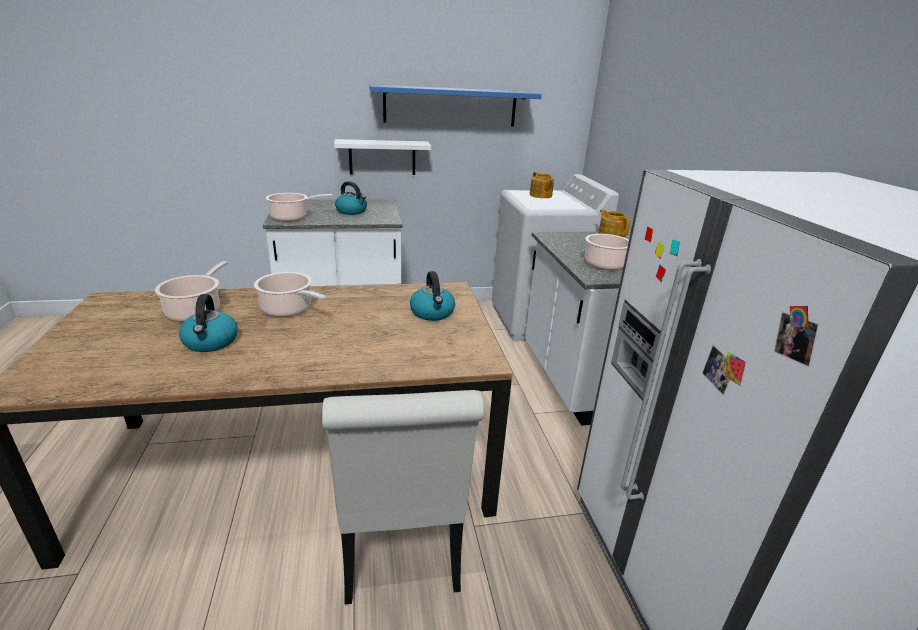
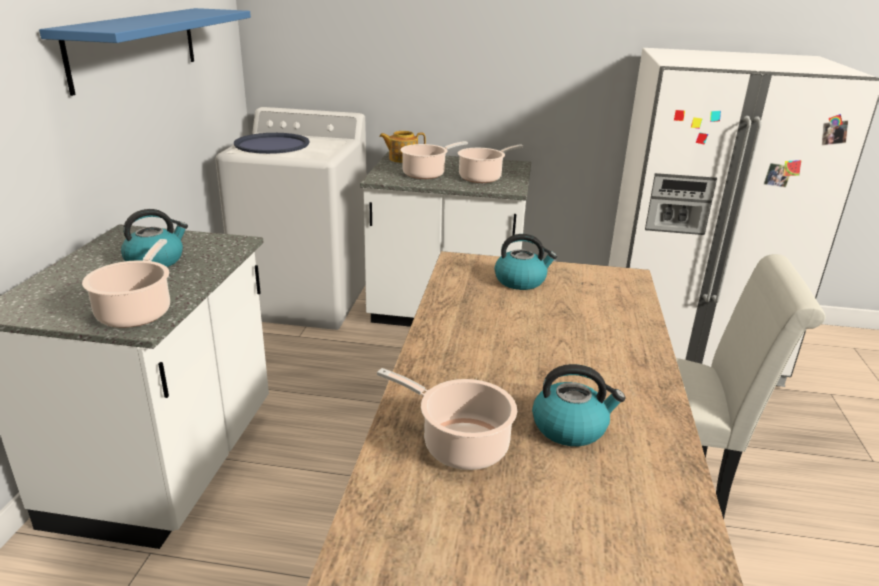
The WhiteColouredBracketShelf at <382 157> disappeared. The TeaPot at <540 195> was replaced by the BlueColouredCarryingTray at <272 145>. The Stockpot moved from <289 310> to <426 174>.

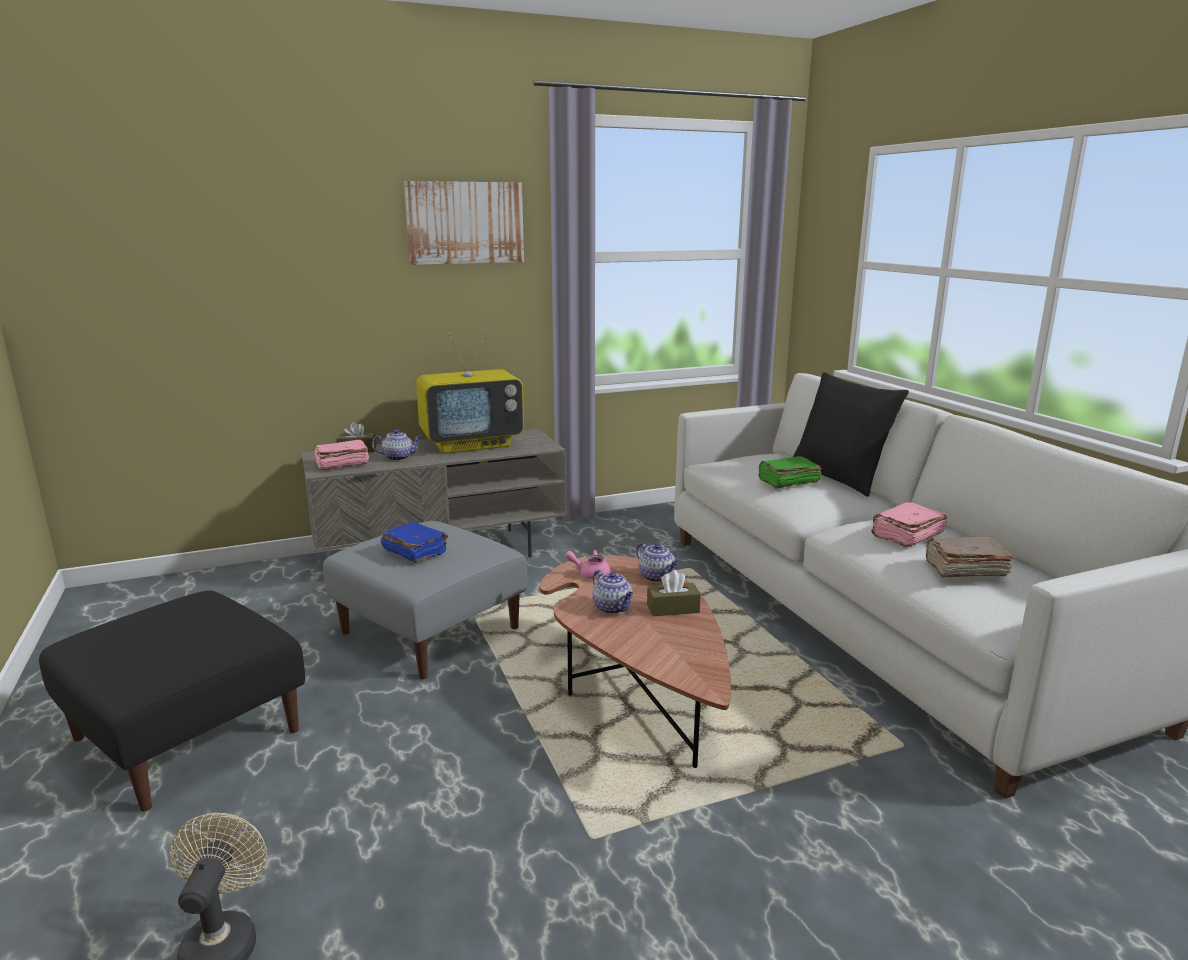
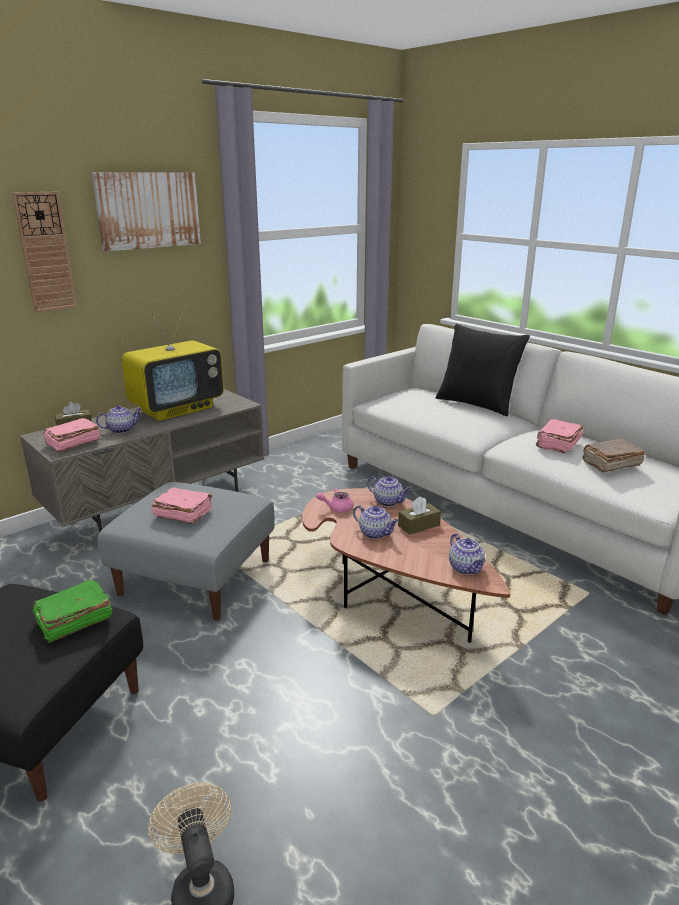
The GreenColouredBoundBook moved from <787 482> to <73 621>. The BlueColouredBoundBook at <415 552> became the PinkBoundBook at <182 514>. The WallClock at <45 252> appeared. The TeaPot at <466 568> appeared.

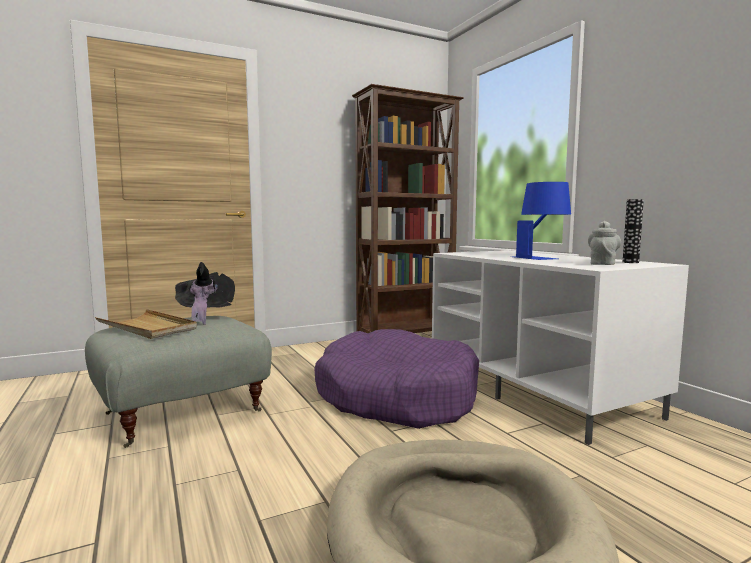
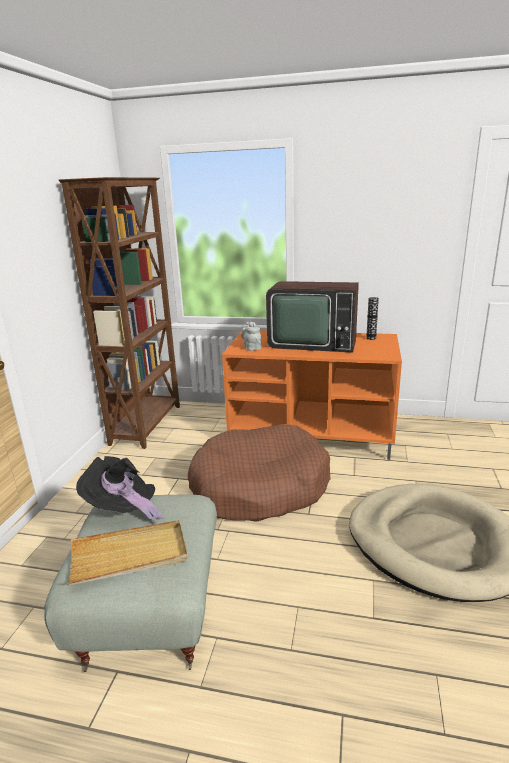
The BlueColouredTableLamp at <541 257> was replaced by the TvSet at <312 343>. The GrayTeaPot moved from <602 264> to <251 347>. The WhiteColouredMediaConsole at <537 390> became the OrangeyMediaConsole at <313 434>. The PurpleColouredDogCushion at <396 397> became the BrownColouredDogCushion at <259 487>.

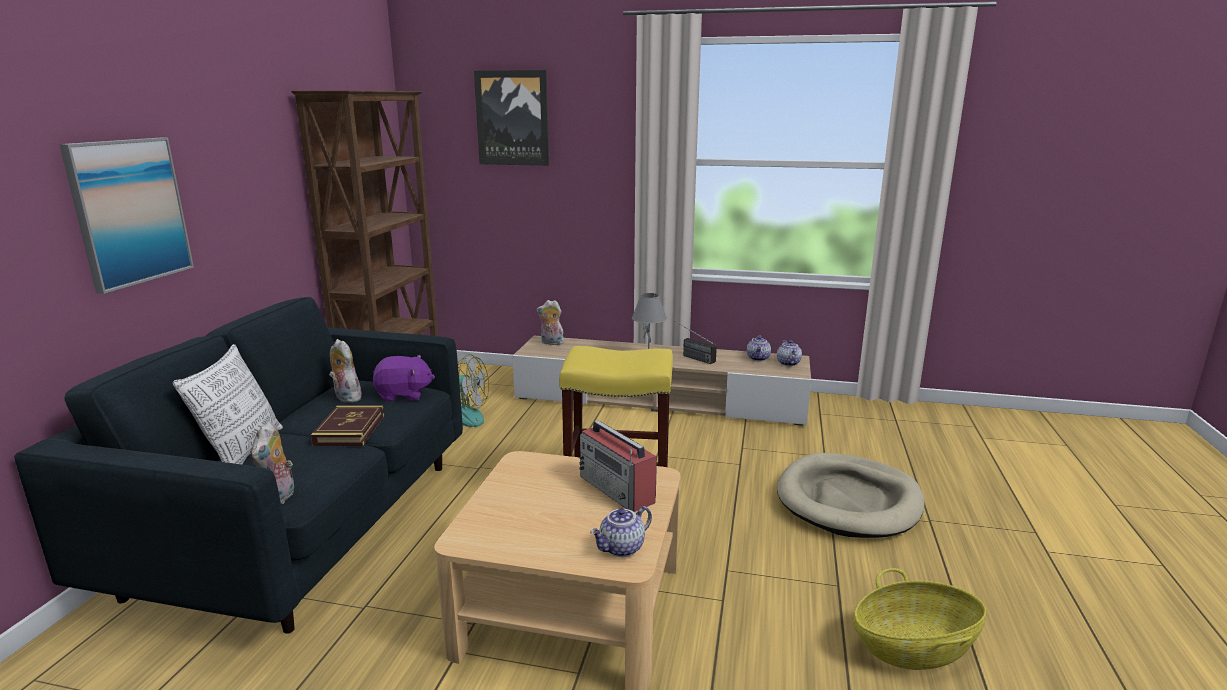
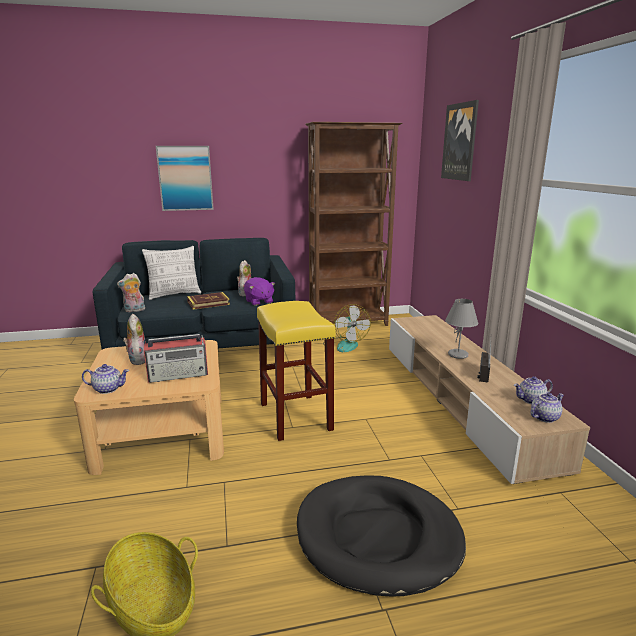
The CuddlyToy moved from <551 343> to <137 360>. The RadioReceiver at <617 489> turned 135 degrees counterclockwise. The SandColouredDogCushion at <849 500> became the BlackDogCushion at <378 537>. The TeaPot at <622 549> turned 150 degrees clockwise.

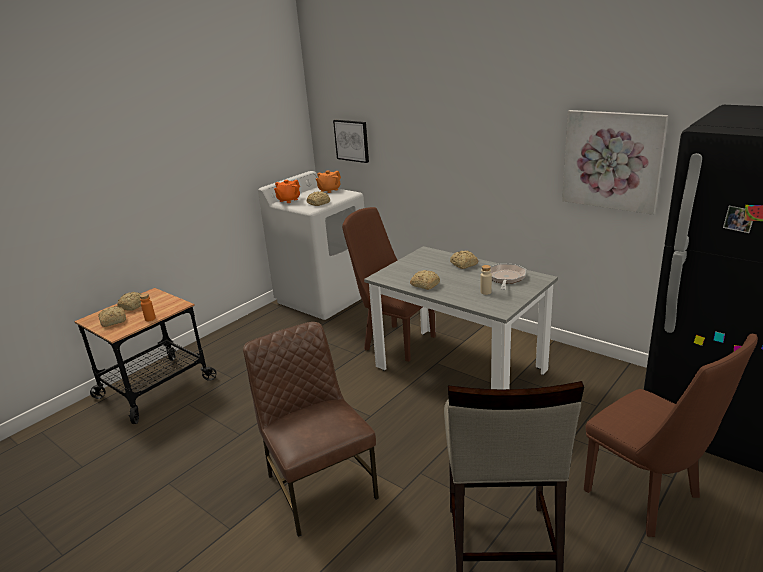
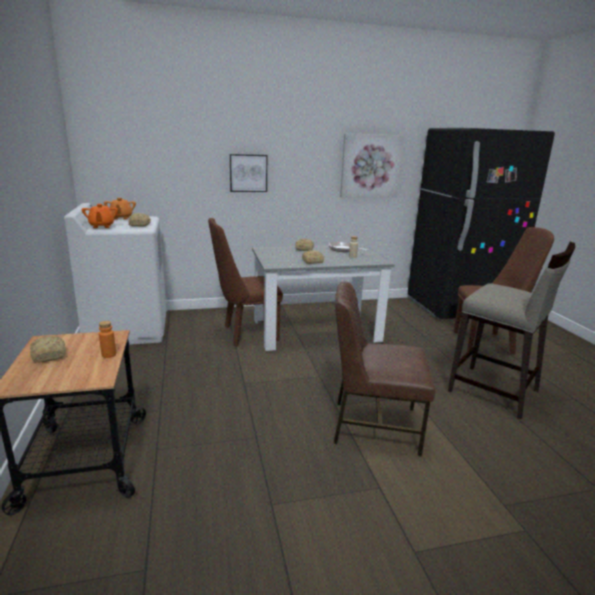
The WallPicture moved from <352 140> to <248 173>. The BakedBread at <112 321> disappeared.

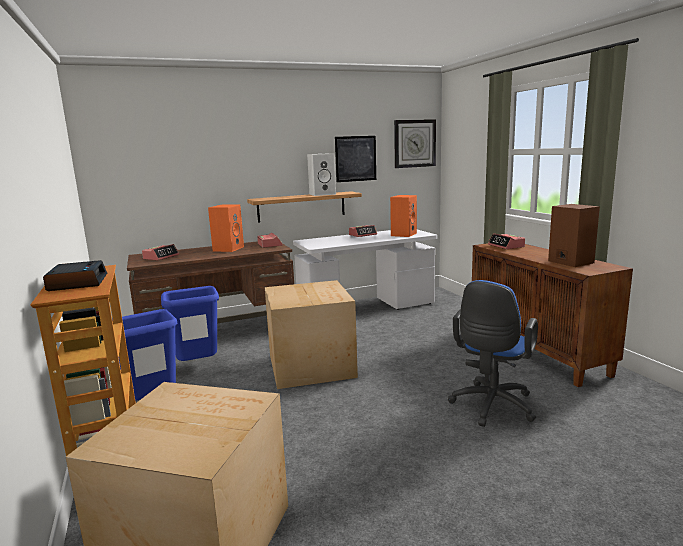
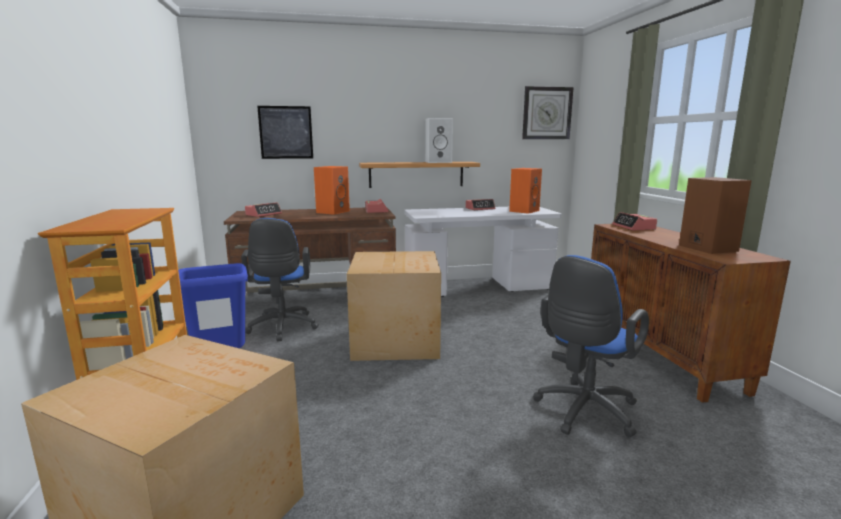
The WallPicture moved from <355 158> to <286 132>. The AlarmClock at <77 282> disappeared. The BlueColouredWasteBin at <197 366> was replaced by the BlueColouredOfficeChair at <282 328>.

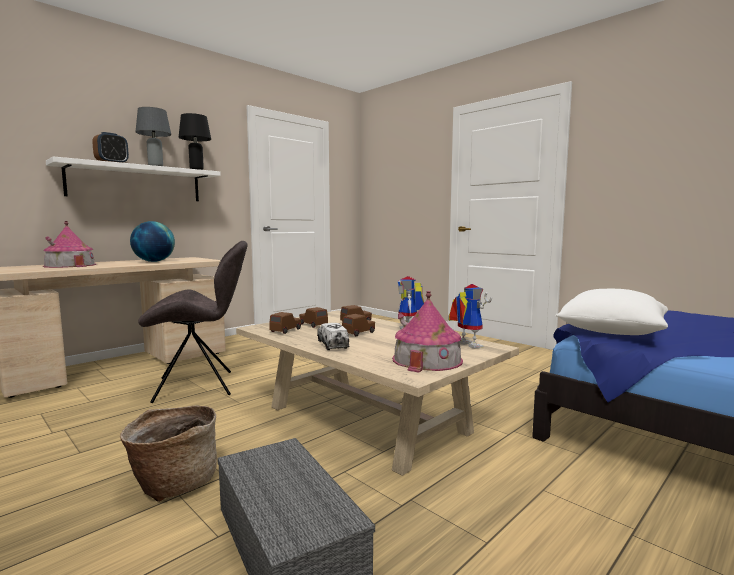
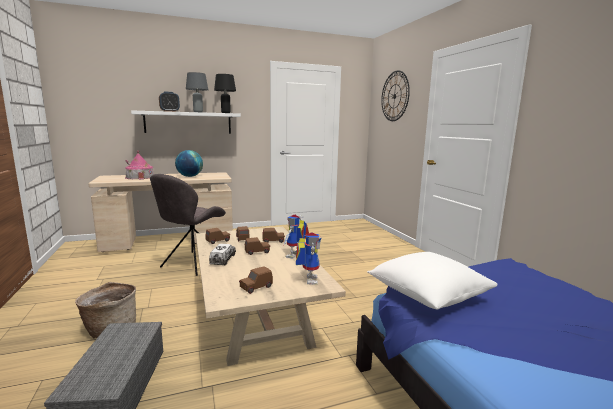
The GrayUprightChair at <198 386> turned 105 degrees clockwise. The ToyHouse at <427 359> was replaced by the BrownColouredModelCar at <256 287>. The WallClock at <394 96> appeared.

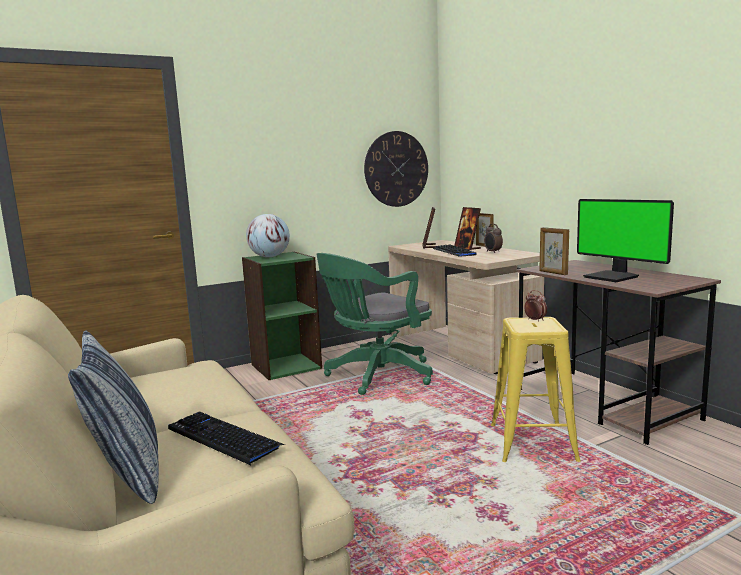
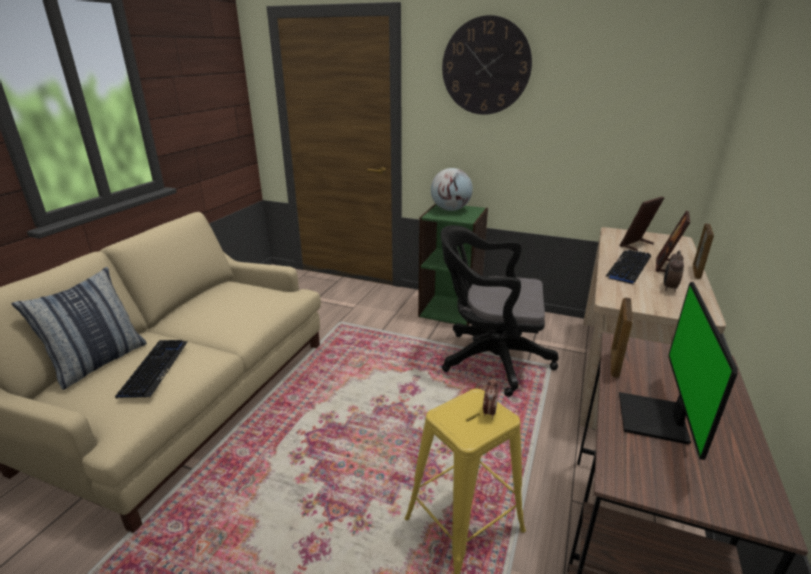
The WallClock moved from <396 169> to <486 66>. The GreenColouredOfficeChair at <376 376> became the BlackOfficeChair at <489 359>.

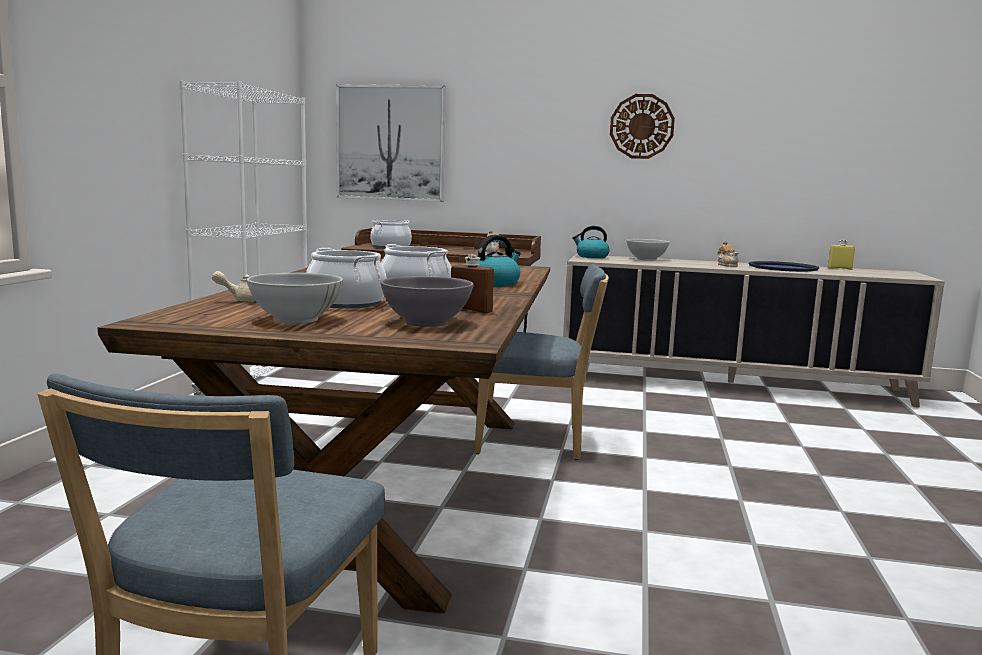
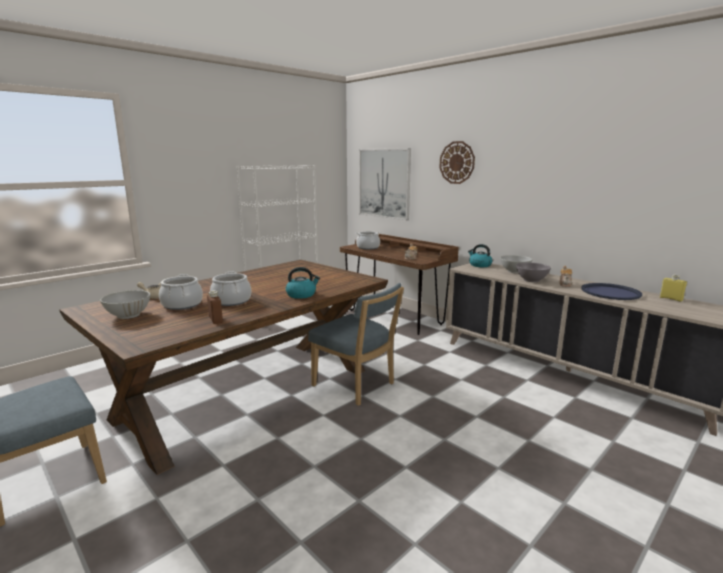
The WallClock moved from <641 126> to <457 162>. The GrayDeepDish moved from <425 322> to <531 280>.

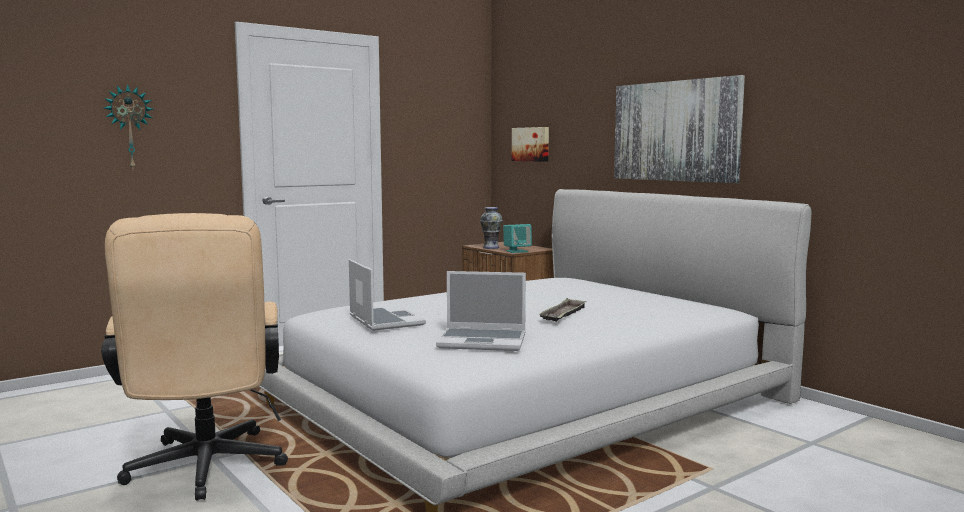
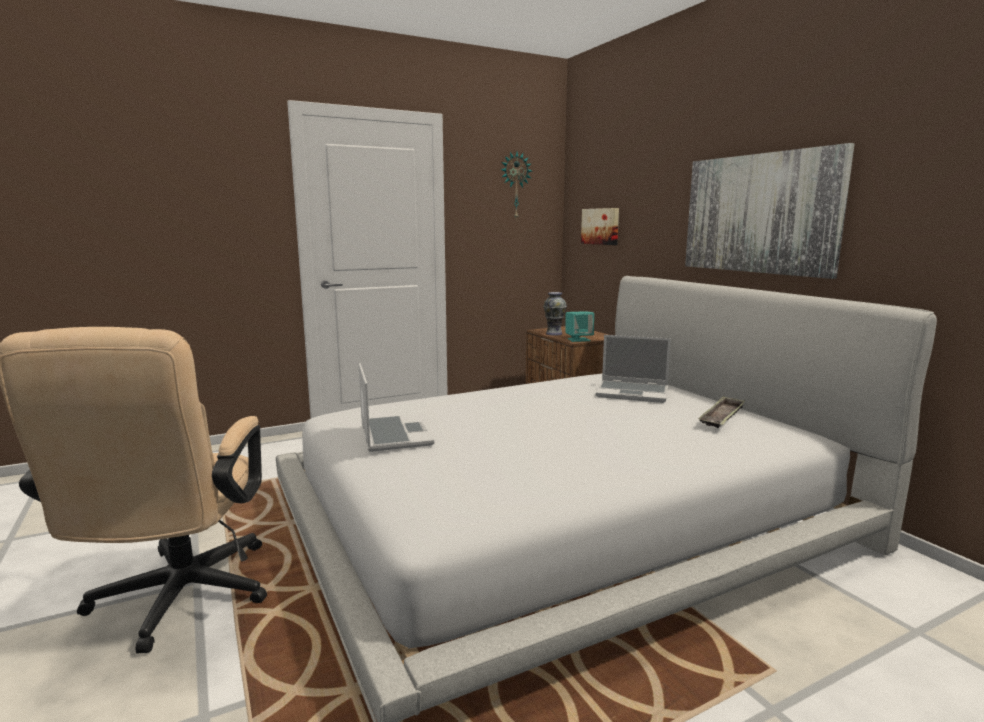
The WallClock moved from <129 127> to <515 186>. The Laptop moved from <483 341> to <633 393>. The CarryingTray moved from <563 315> to <722 417>.

